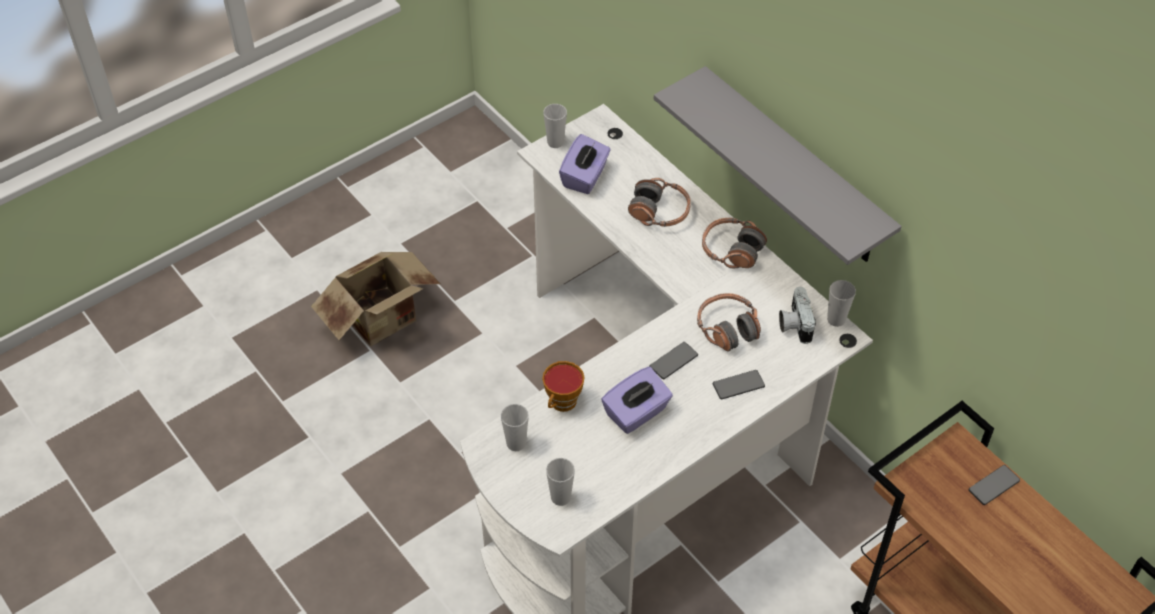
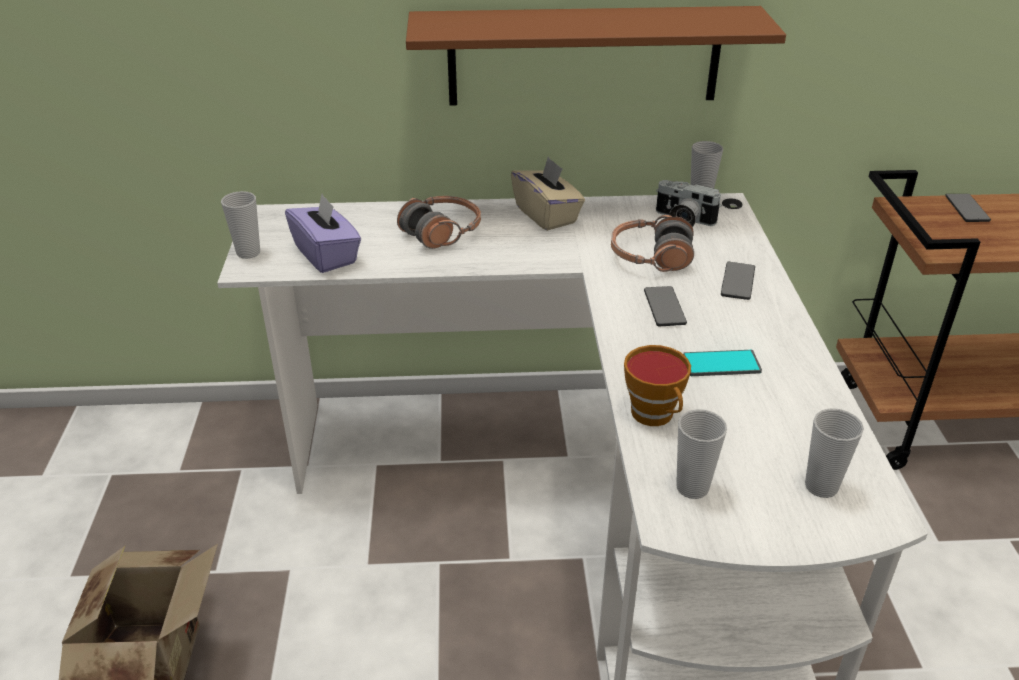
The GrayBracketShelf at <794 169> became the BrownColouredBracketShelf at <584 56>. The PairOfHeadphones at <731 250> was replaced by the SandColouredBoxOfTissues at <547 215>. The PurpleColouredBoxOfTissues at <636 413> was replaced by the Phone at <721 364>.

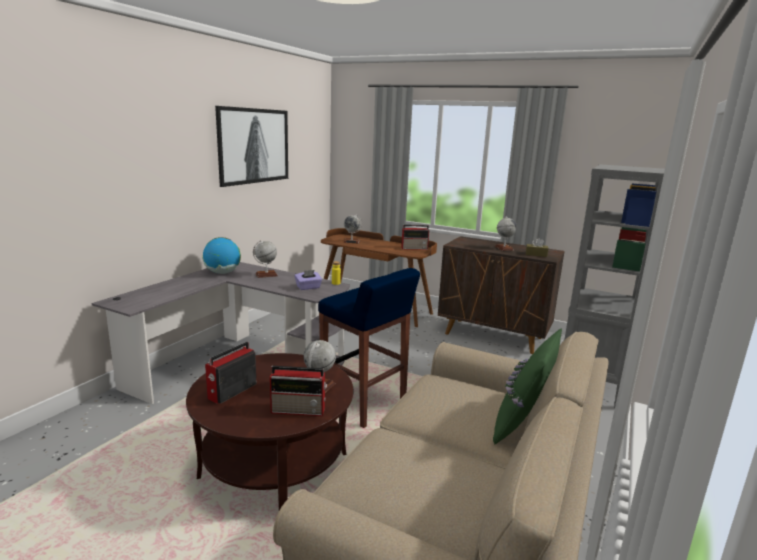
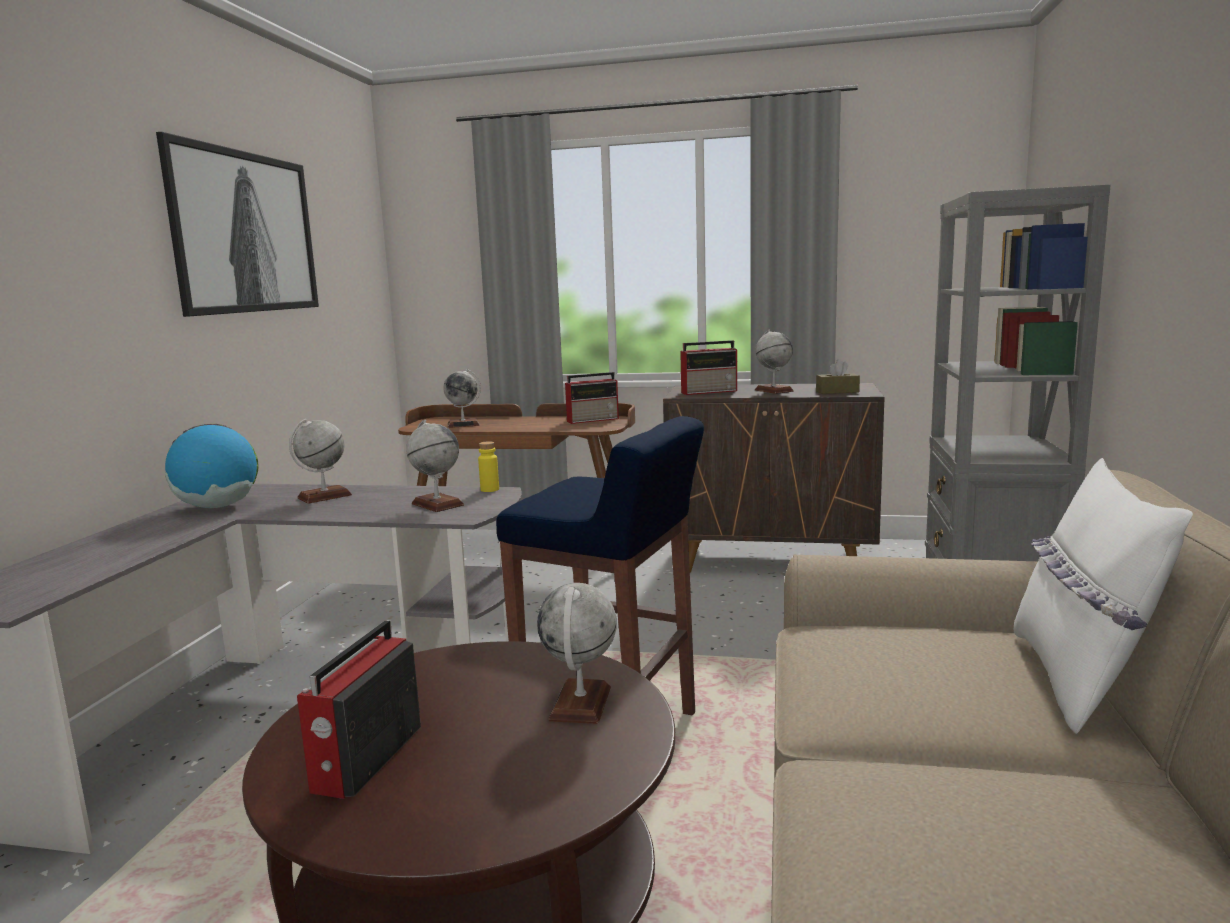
The PurpleColouredBoxOfTissues at <308 287> was replaced by the Globe at <437 504>. The GreenColouredCushion at <522 424> became the WhiteColouredCushion at <1079 680>. The RadioReceiver moved from <299 410> to <710 391>.

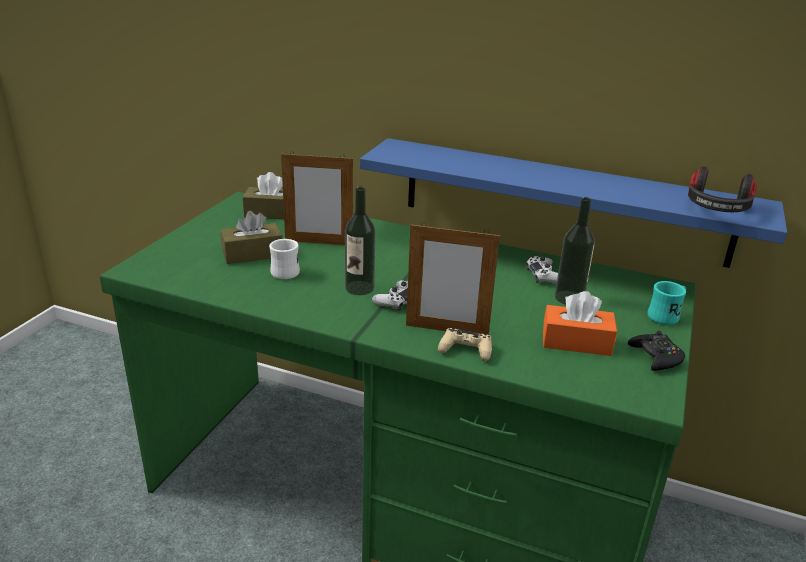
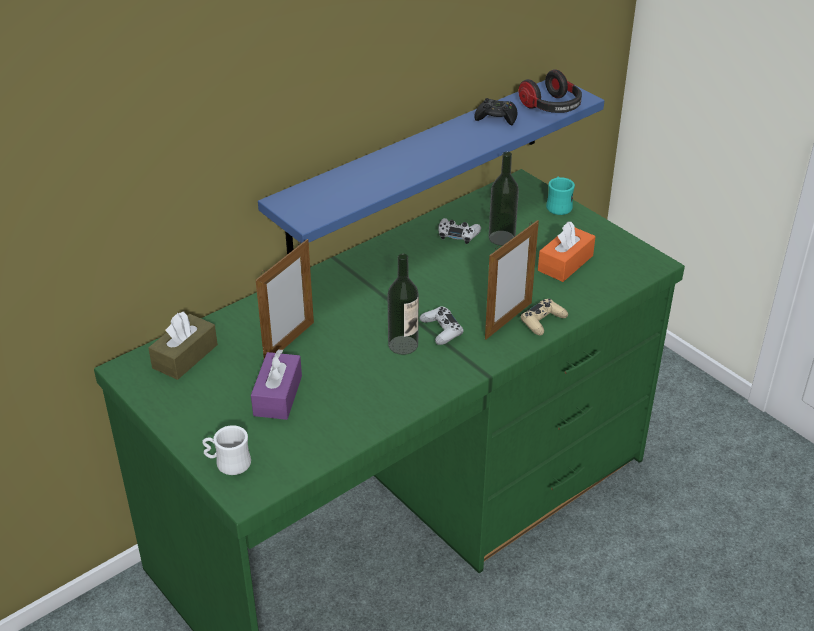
The BrownColouredBoxOfTissues at <252 254> became the PurpleColouredBoxOfTissues at <278 396>. The WhiteColouredMug moved from <283 271> to <228 463>. The BlackGameController moved from <656 357> to <496 117>.

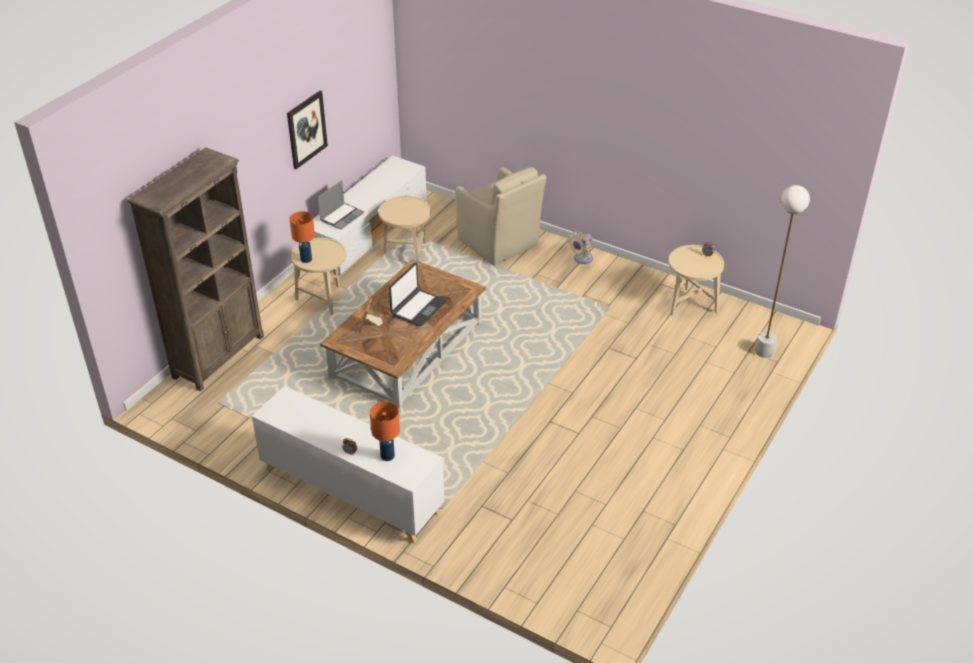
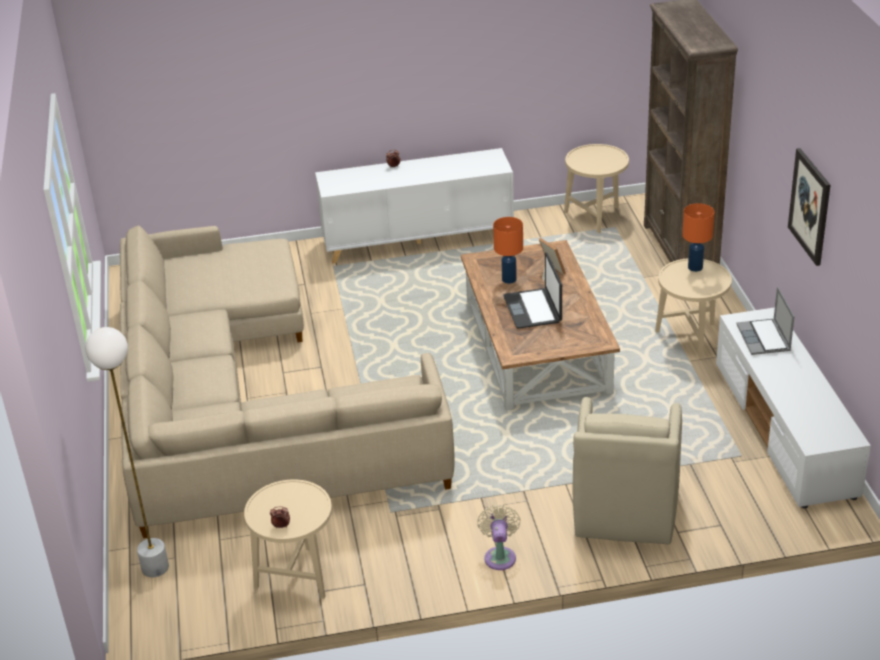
The SandColouredLoungeChair at <499 243> turned 90 degrees counterclockwise. The SandColouredEndTable moved from <407 254> to <595 216>. The OrangeyTableLamp moved from <388 456> to <508 279>. The SandColouredSofa at <242 406> appeared.

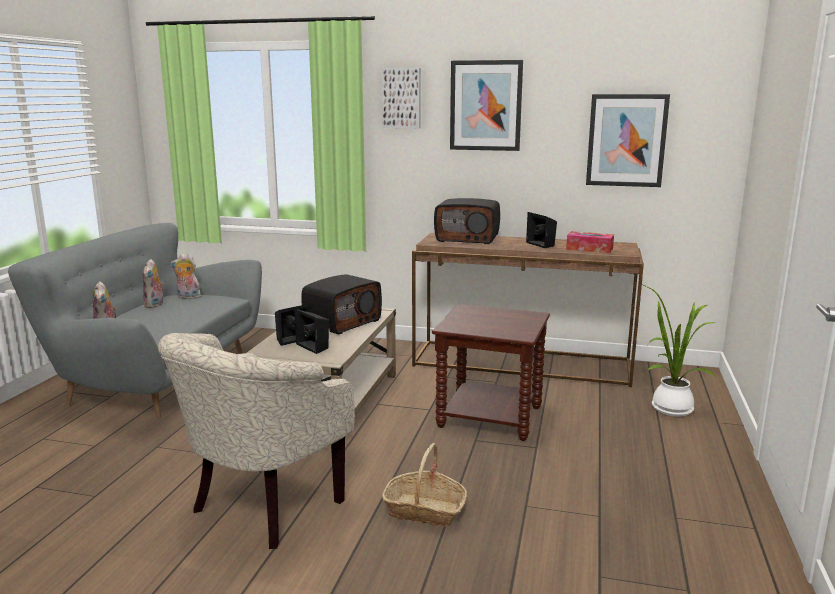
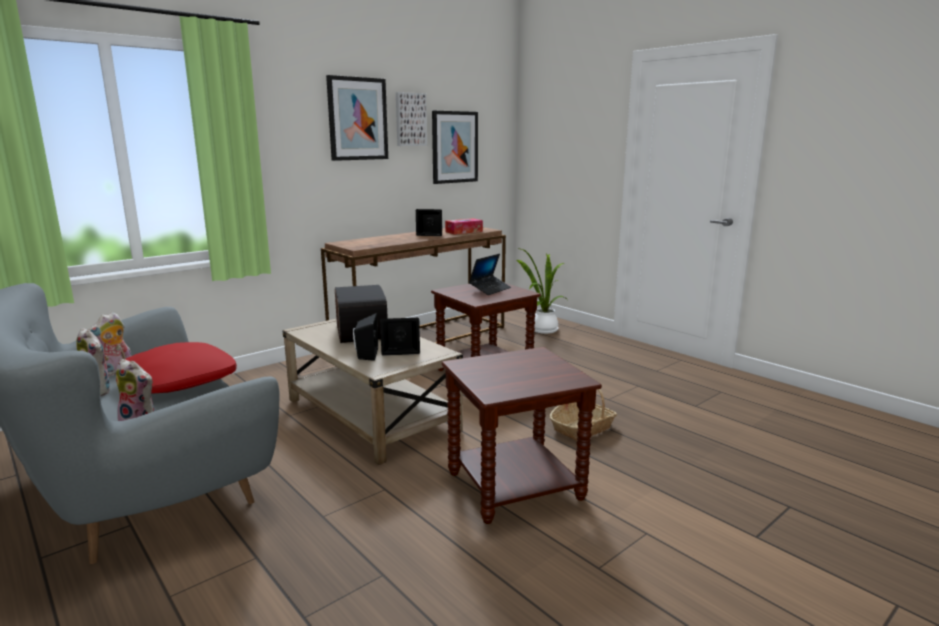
The WallPicture moved from <402 98> to <410 119>. The RadioReceiver at <468 238> disappeared. The SandColouredLoungeChair at <261 509> was replaced by the BrownColouredEndTable at <515 487>. The Laptop at <490 289> appeared. The RedColouredCushion at <179 380> appeared.

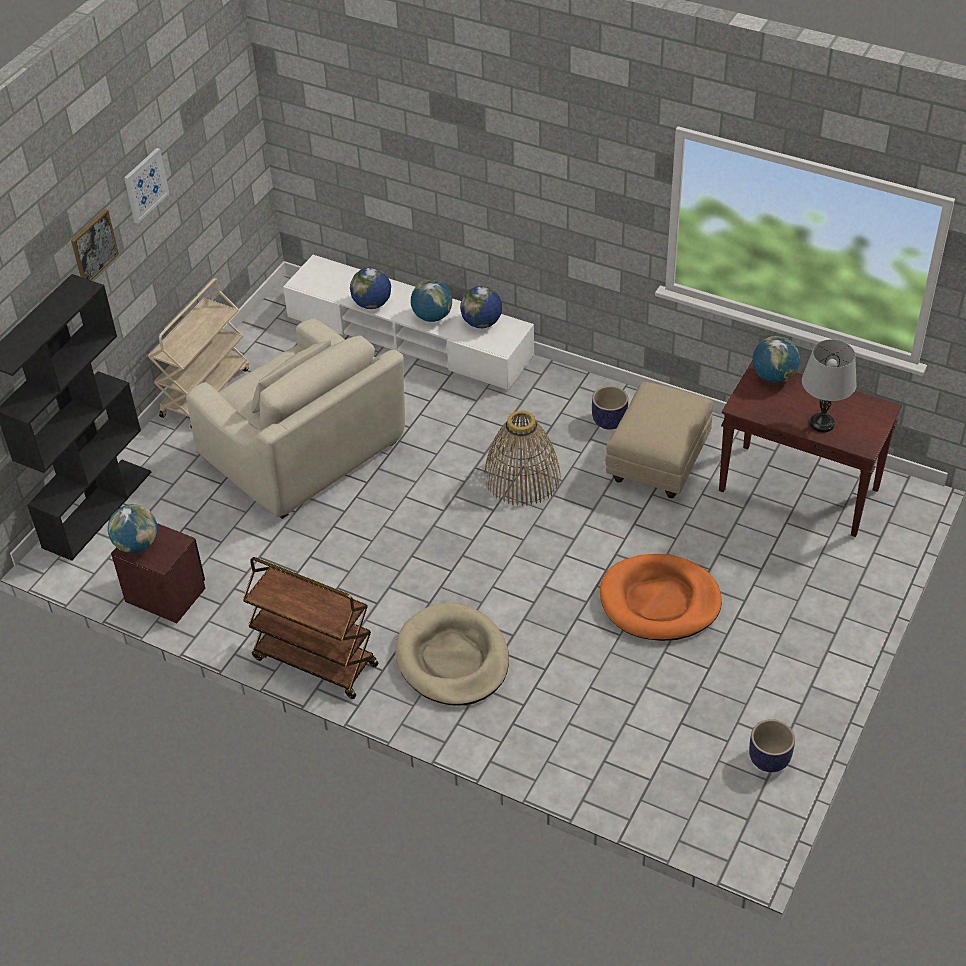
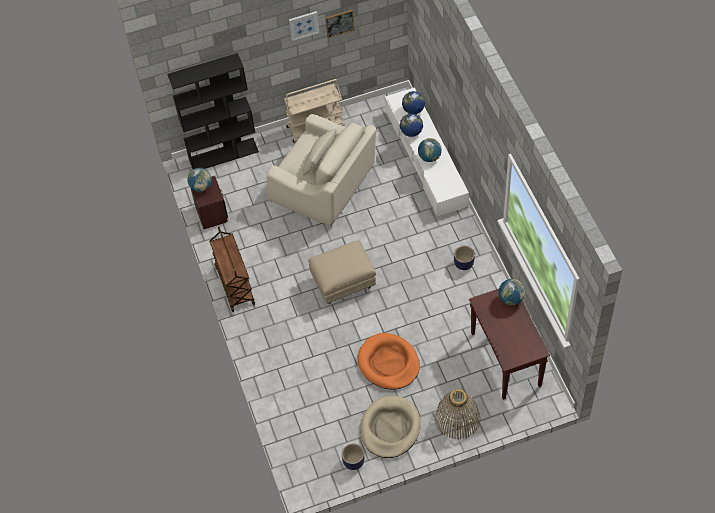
The WallPicture moved from <93 246> to <339 23>. The Globe moved from <482 323> to <413 110>. The SandColouredLoungeChair at <304 452> turned 60 degrees counterclockwise. The GrayTableLamp at <822 424> disappeared. The SandColouredPouffe moved from <658 462> to <344 282>. The Basket moved from <522 478> to <457 419>. The SandColouredDogCushion moved from <452 659> to <390 428>.

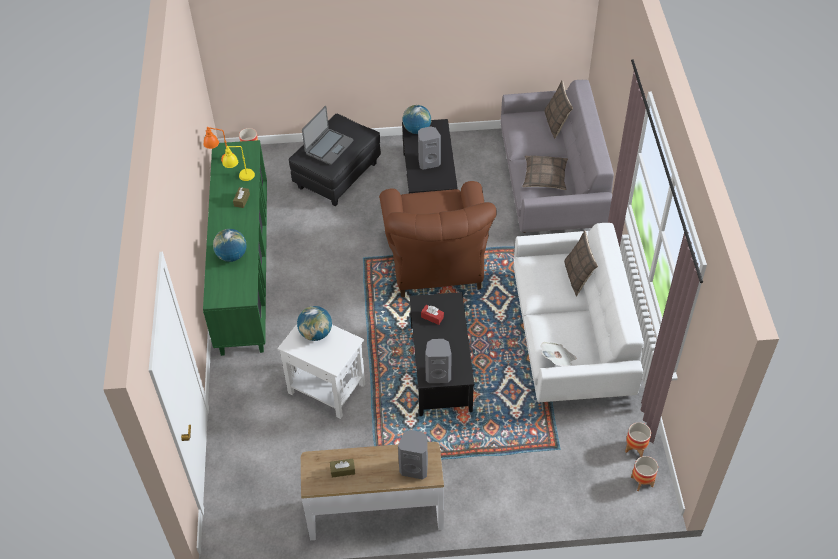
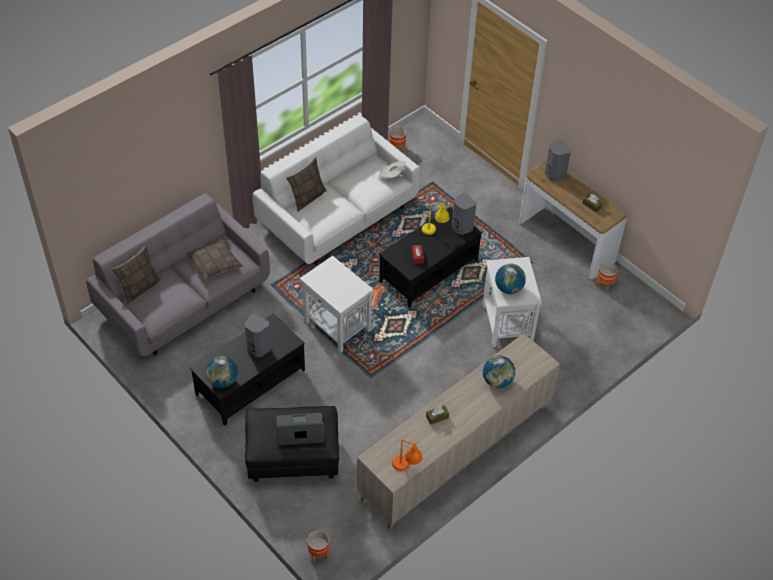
The GreenColouredCupboard at <243 270> became the SandColouredCupboard at <456 452>. The YellowishTableLamp moved from <240 178> to <435 231>. The BrownColouredLoungeChair at <436 265> was replaced by the WhiteColouredEndTable at <337 326>. The FlowerPot moved from <642 481> to <604 284>.

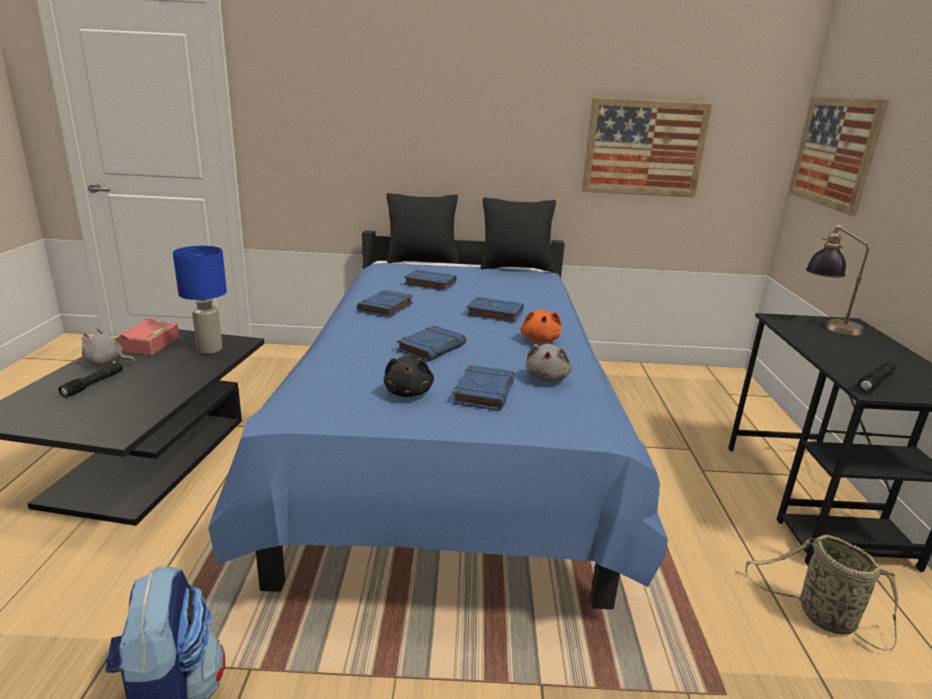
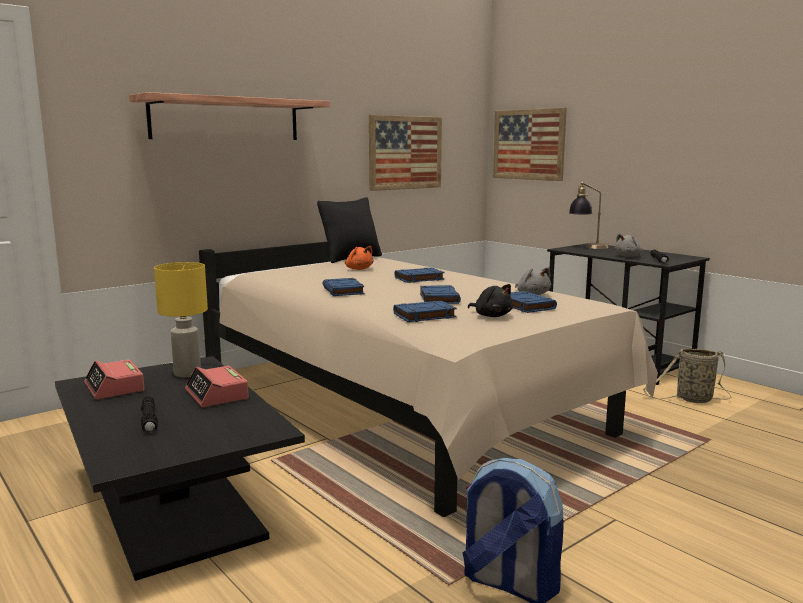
The BlackCushion at <422 261> disappeared. The BlueColouredSleepingBed at <449 449> became the SandColouredSleepingBed at <402 408>. The BlueColouredTableLamp at <209 349> became the YellowishTableLamp at <186 373>. The BlueColouredBoundBook moved from <429 284> to <424 316>. The OrangeyCuddlyToy moved from <540 340> to <358 269>. The GrayCuddlyToy moved from <107 363> to <629 256>. The BracketShelf at <226 119> appeared. The AlarmClock at <217 395> appeared.

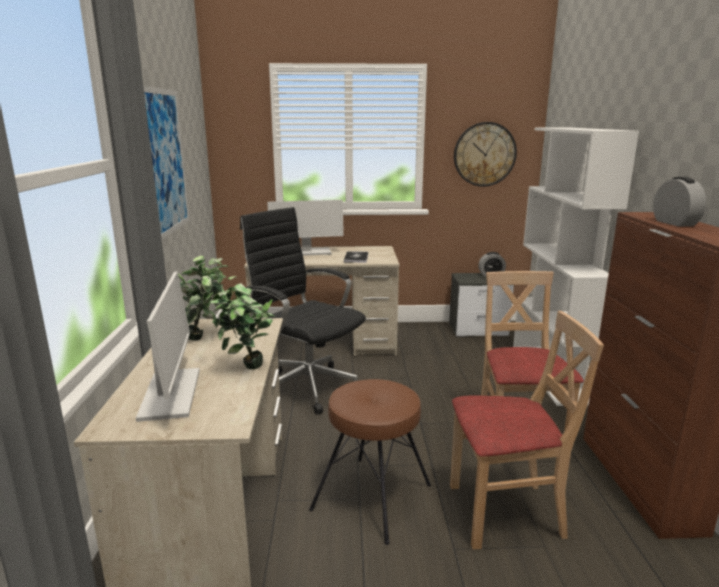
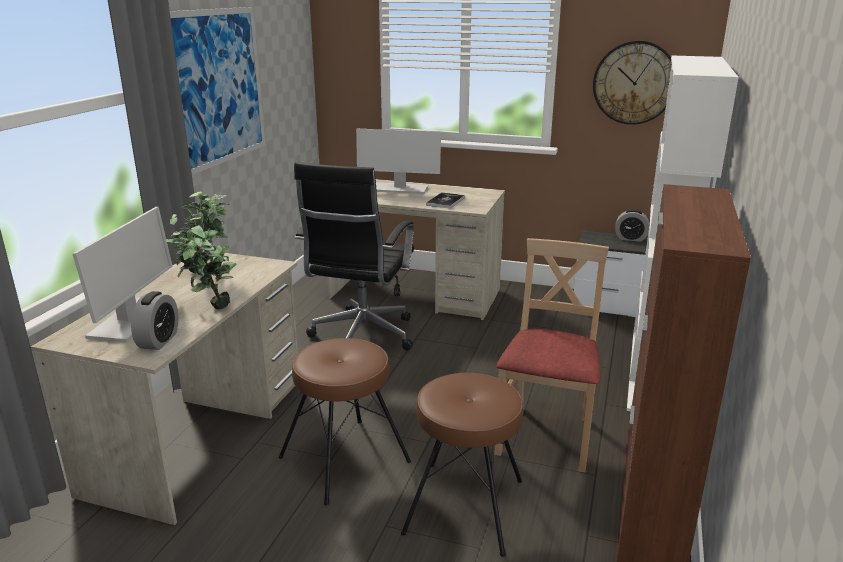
The AlarmClock moved from <674 223> to <158 341>. The BlackOfficeChair at <306 386> turned 135 degrees counterclockwise. The SandColouredUprightChair at <505 512> was replaced by the BrownColouredStool at <466 506>.

